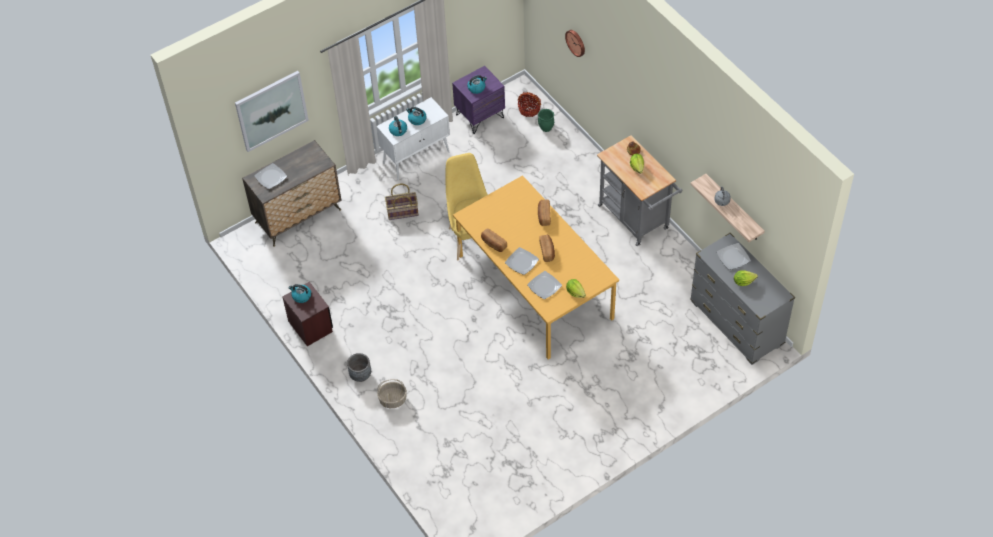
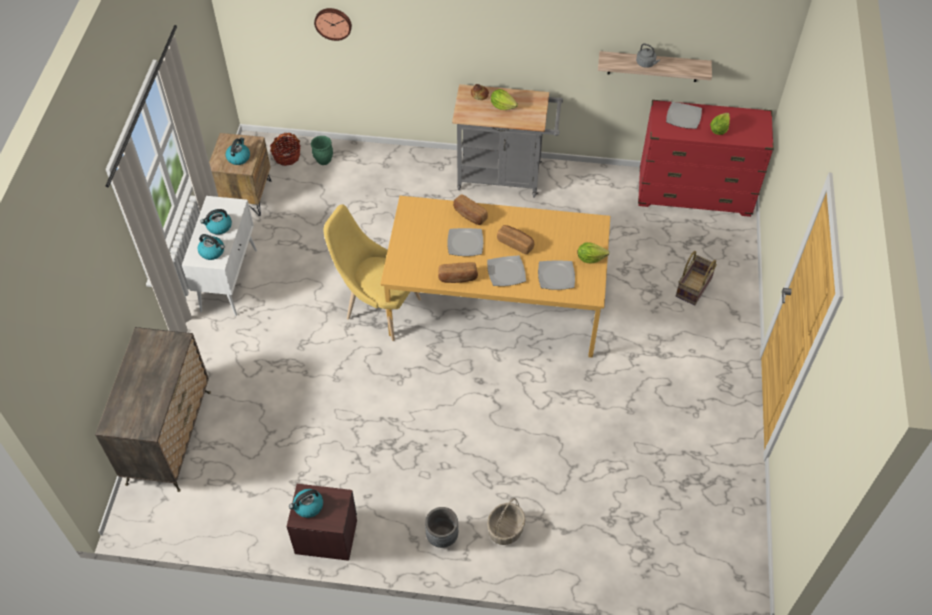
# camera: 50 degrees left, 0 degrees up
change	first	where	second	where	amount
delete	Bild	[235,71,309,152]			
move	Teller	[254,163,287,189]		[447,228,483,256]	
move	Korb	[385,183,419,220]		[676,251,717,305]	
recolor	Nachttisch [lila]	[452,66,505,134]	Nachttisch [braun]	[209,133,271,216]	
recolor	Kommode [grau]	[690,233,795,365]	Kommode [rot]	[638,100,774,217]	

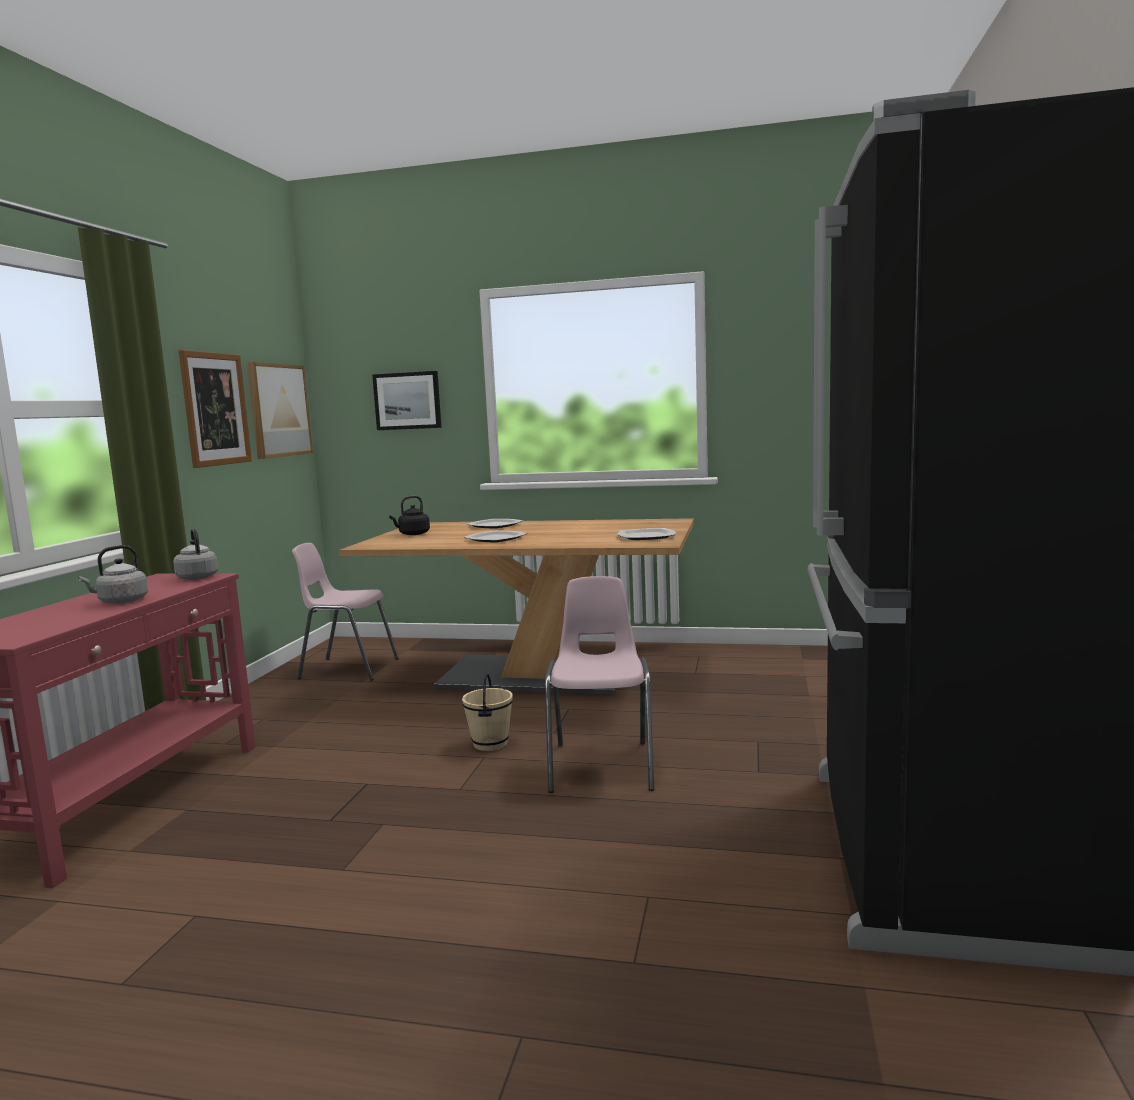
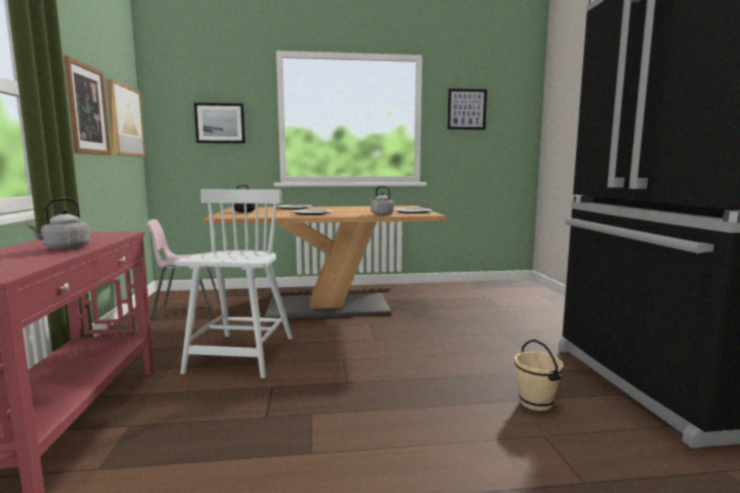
# camera: 20 degrees left, 0 degrees up
change	first	where	second	where	amount
delete	Stuhl [rosa]	[545,576,654,793]			
insert			Stuhl [weiß]	[174,189,293,378]	
insert			Bild	[447,89,487,130]	
move	Wasserkessel [grau]	[173,528,218,580]		[369,186,394,215]	
move	Eimer [beige]	[462,673,513,751]		[515,340,564,411]	

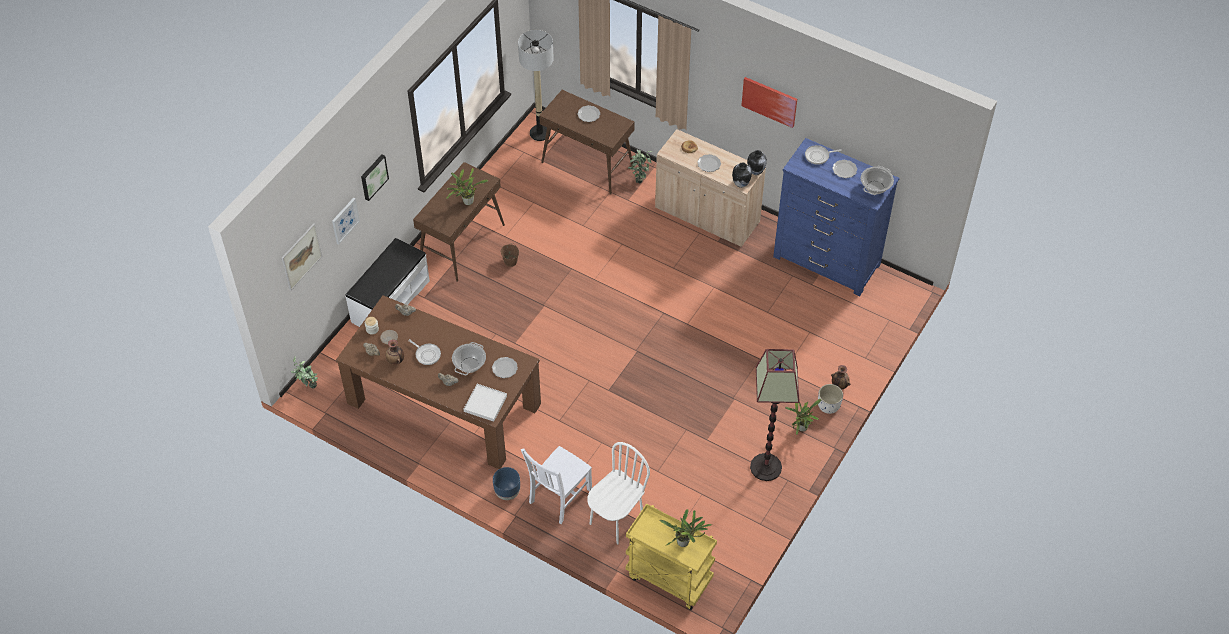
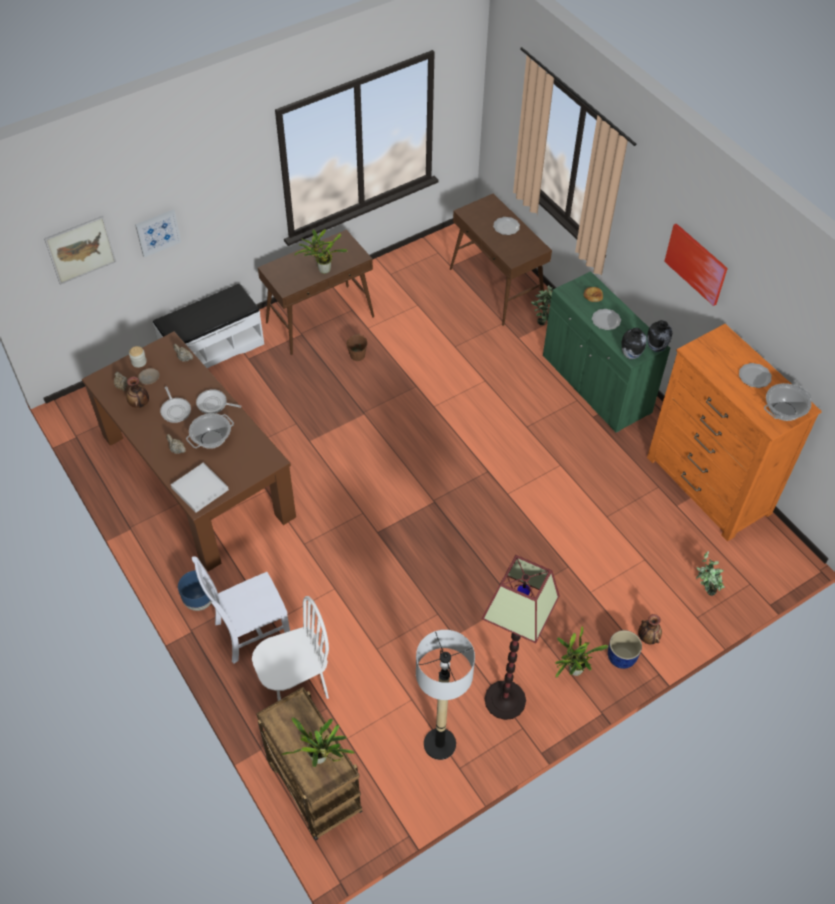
# camera: 25 degrees right, 0 degrees up
change	first	where	second	where	amount
delete	Bild	[361,155,389,201]			
delete	Teller	[492,357,518,378]			
move	Topfpflanze	[291,356,318,389]		[696,551,725,596]	
move	Stehlampe	[518,30,554,141]		[416,630,475,760]	
move	Pfanne	[805,145,842,165]		[196,389,241,414]	
recolor	Rollwagen [gelb]	[626,504,717,610]	Rollwagen [braun]	[256,687,362,840]	
recolor	Schrank [beige]	[655,129,766,247]	Schrank [grün]	[543,271,671,432]	
recolor	Kommode [blau]	[773,138,900,296]	Kommode [orange]	[647,324,822,542]	
recolor	Pflanzkübel [weiß]	[818,384,843,414]	Pflanzkübel [blau]	[608,630,642,669]	

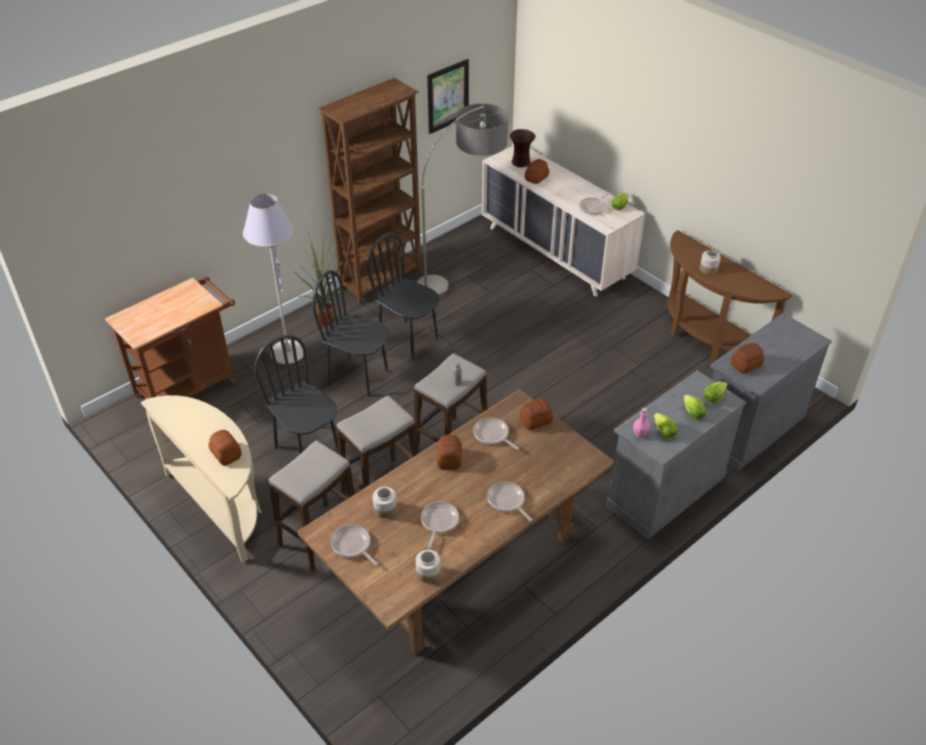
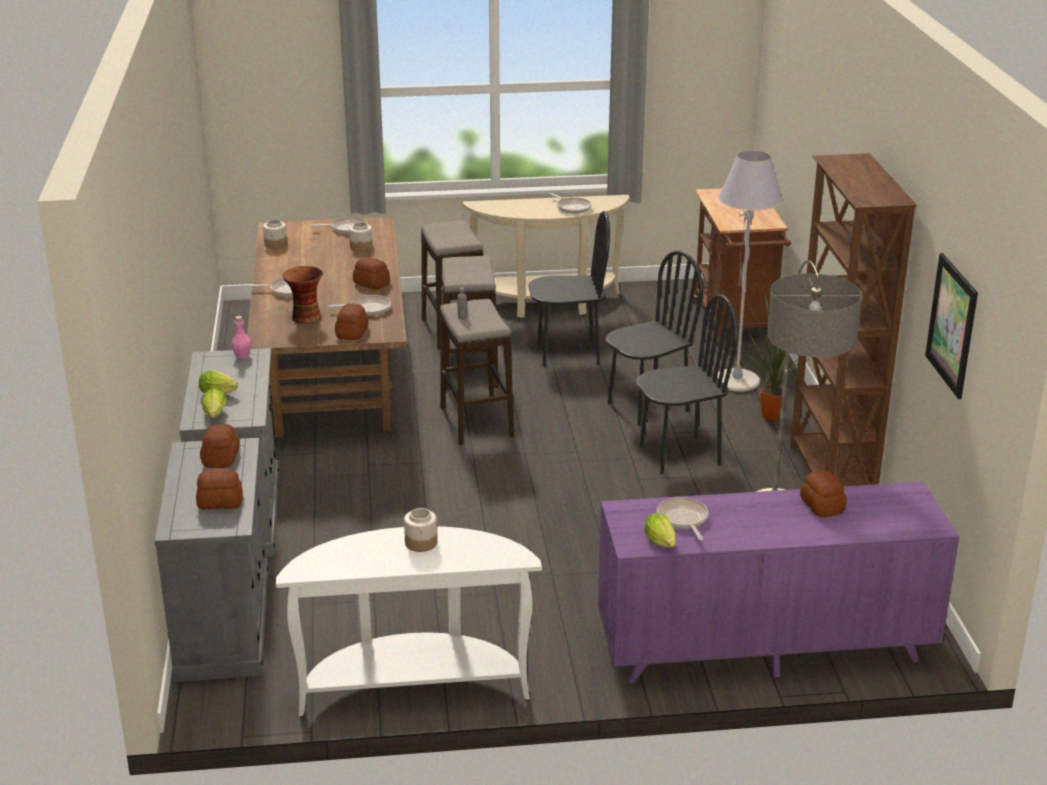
# camera: 125 degrees right, 15 degrees down
change	first	where	second	where	amount
delete	Salatkopf	[654,413,677,438]			
move	Brot	[208,430,242,465]		[196,469,243,510]	
move	Pfanne	[421,502,459,548]		[549,193,592,214]	
move	Vase	[510,129,535,167]		[283,266,323,324]	
recolor	Kommode [beige]	[482,146,645,297]	Kommode [lila]	[598,482,960,683]	
recolor	Konsolentisch [braun]	[667,230,793,362]	Konsolentisch [weiß]	[276,526,542,716]	

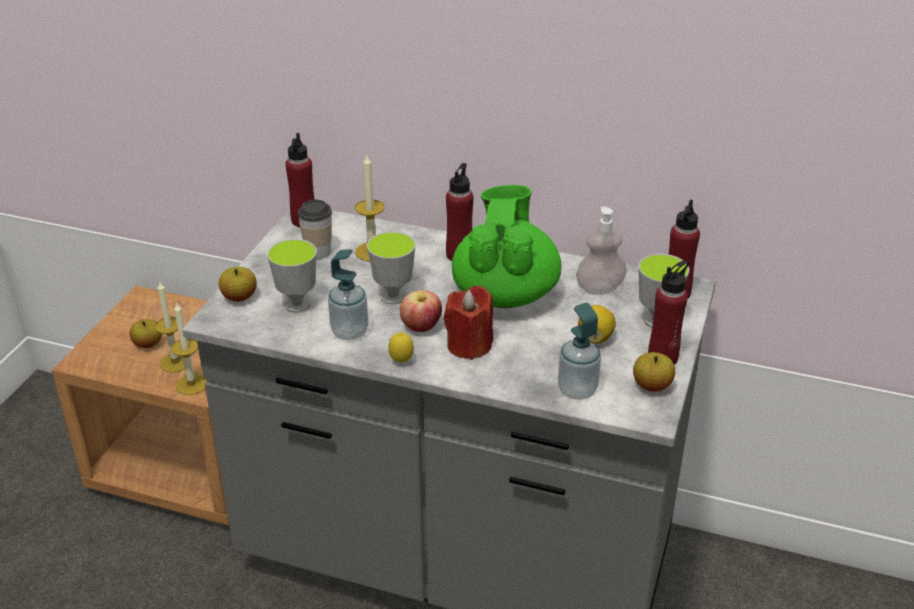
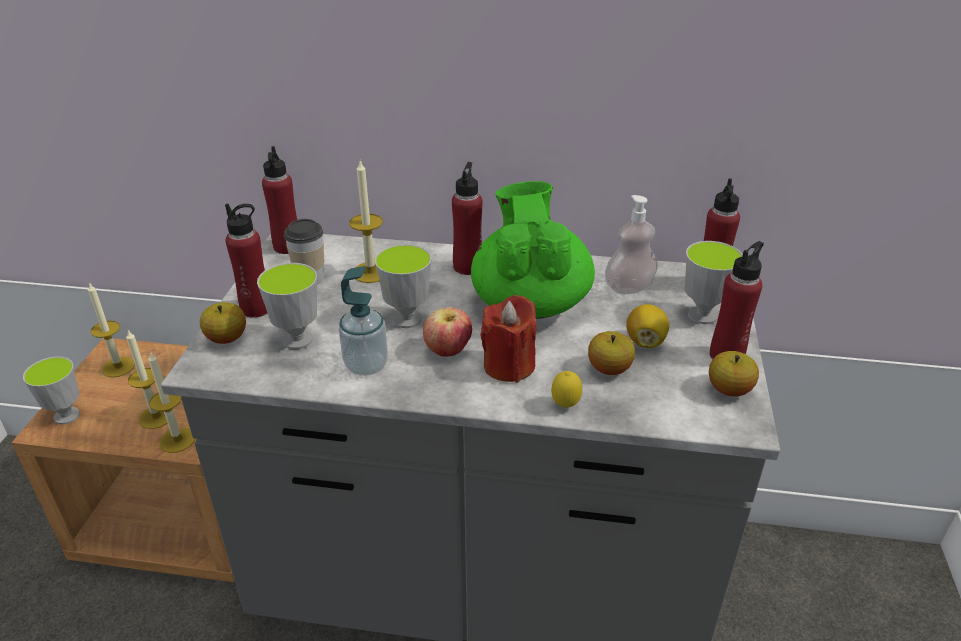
# camera: 10 degrees left, 0 degrees up
change	first	where	second	where	amount
delete	Seifenspender	[558,303,601,400]			
insert			Tasse	[23,356,80,424]	
insert			Kerze	[88,283,135,377]	
insert			Flasche [rot]	[225,204,268,318]	
move	Apfel	[130,319,162,348]		[588,331,635,375]	
move	Zitrone	[388,332,414,363]		[551,371,582,408]	

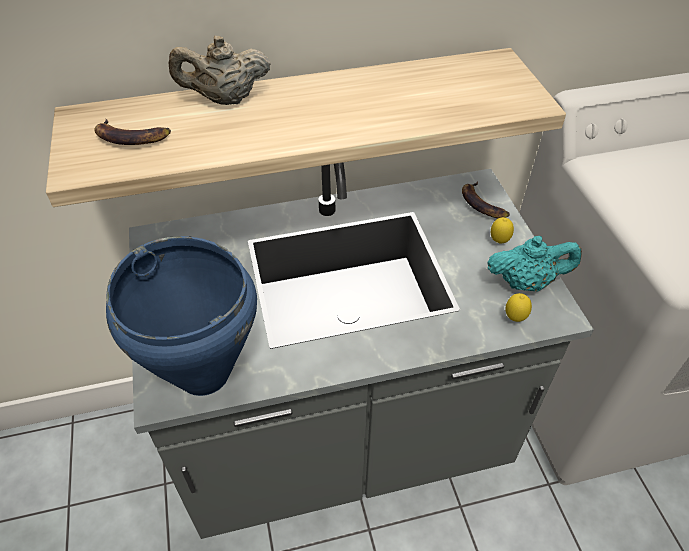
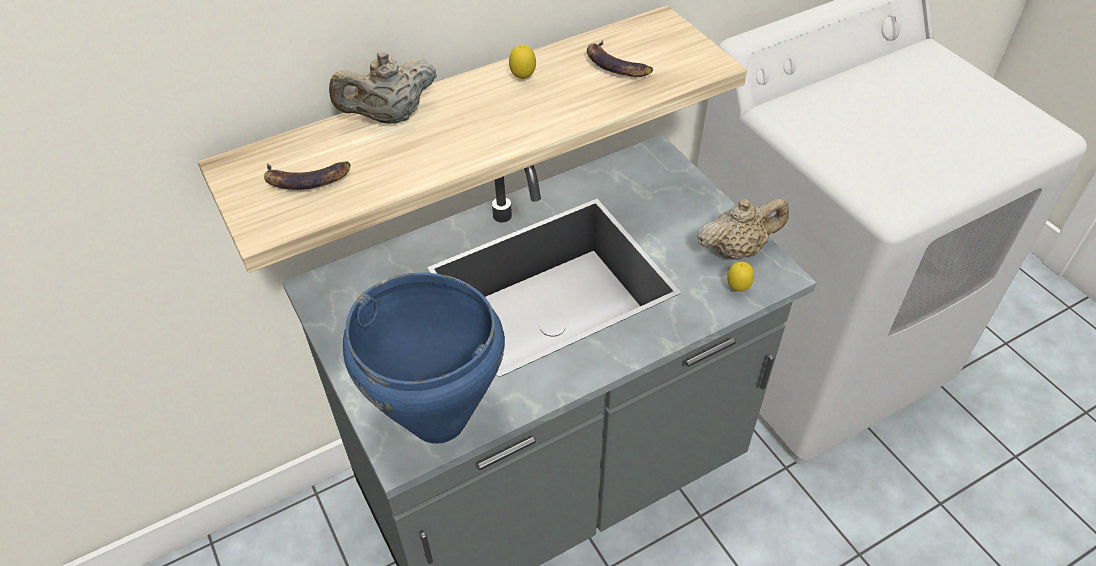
# camera: 15 degrees left, 0 degrees up
change	first	where	second	where	amount
move	Banane	[462,181,510,218]		[587,40,653,77]	
move	Zitrone	[491,217,514,243]		[509,45,536,79]	
recolor	Teekanne [türkis]	[487,236,582,291]	Teekanne [beige]	[697,198,789,259]	

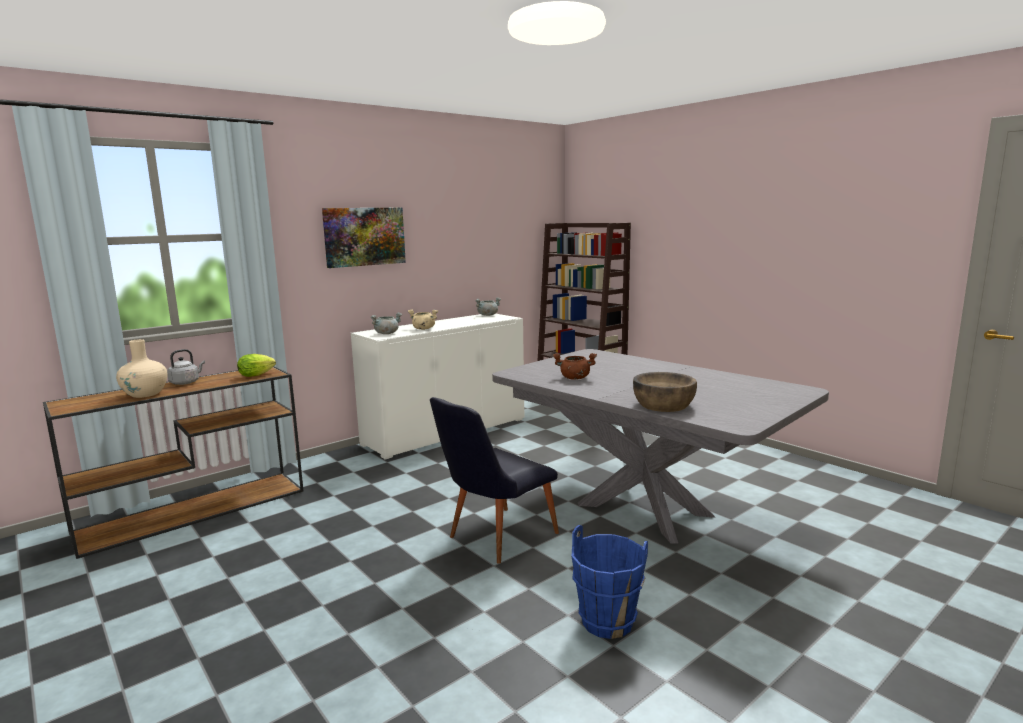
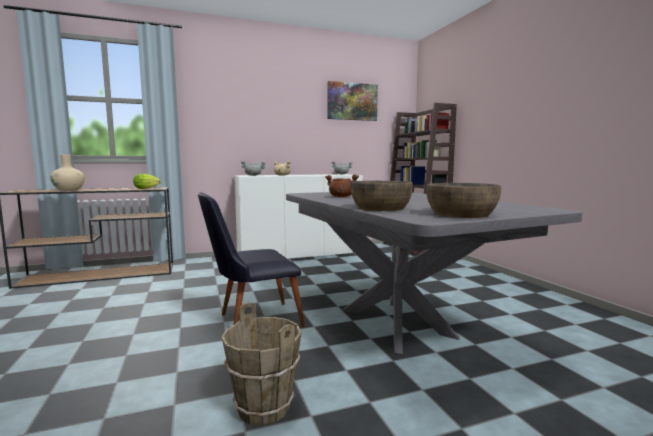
# camera: 20 degrees right, 5 degrees down
change	first	where	second	where	amount
delete	Wasserkessel [grau]	[167,349,205,385]			
insert			Schüssel [braun]	[426,183,501,218]	
move	Bild	[322,208,406,268]		[327,81,378,121]	
recolor	Eimer [blau]	[571,525,648,639]	Eimer [braun]	[222,302,301,425]	

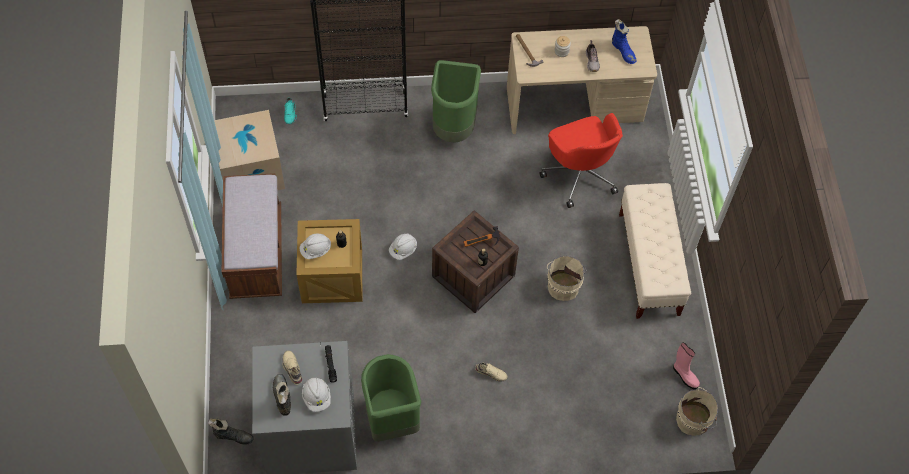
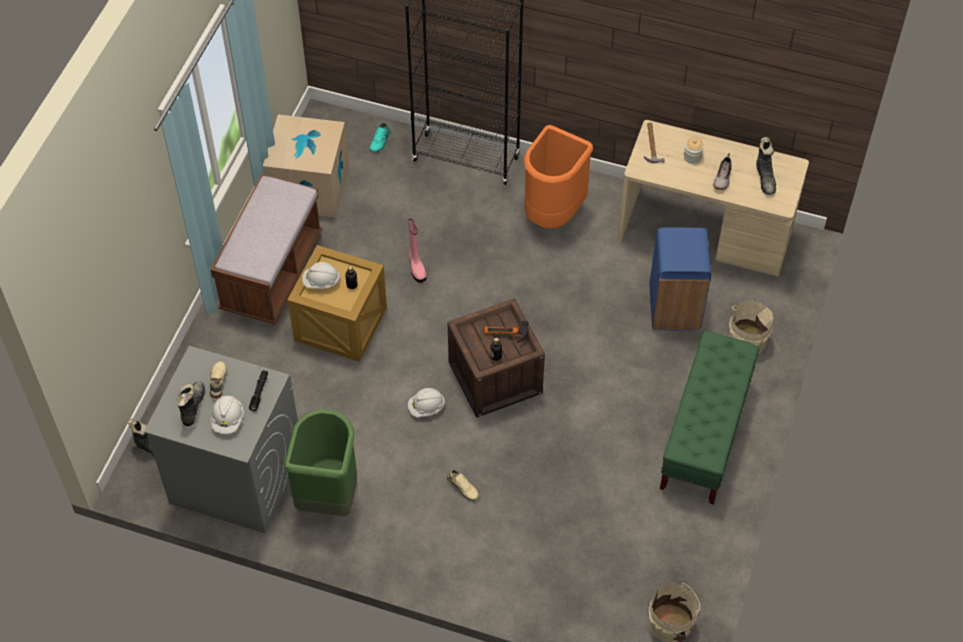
# camera: 25 degrees right, 5 degrees down
change	first	where	second	where	amount
move	Schutzhelm [weiß]	[389,234,417,260]		[408,388,445,417]	
move	Eimer [beige]	[547,256,587,301]		[729,300,777,354]	
move	Stiefel [rosa]	[673,342,700,389]		[408,219,426,283]	
replace	Bürostuhl [rot]	[540,113,623,208]	Mülleimer [blau]	[649,227,711,331]	
recolor	Mülleimer [grün]	[431,60,481,143]	Mülleimer [orange]	[524,125,593,228]	
recolor	Stiefel [blau]	[612,19,637,64]	Stiefel [schwarz]	[756,137,776,195]	
recolor	Bank [beige]	[619,183,691,319]	Bank [grün]	[660,331,760,505]	

